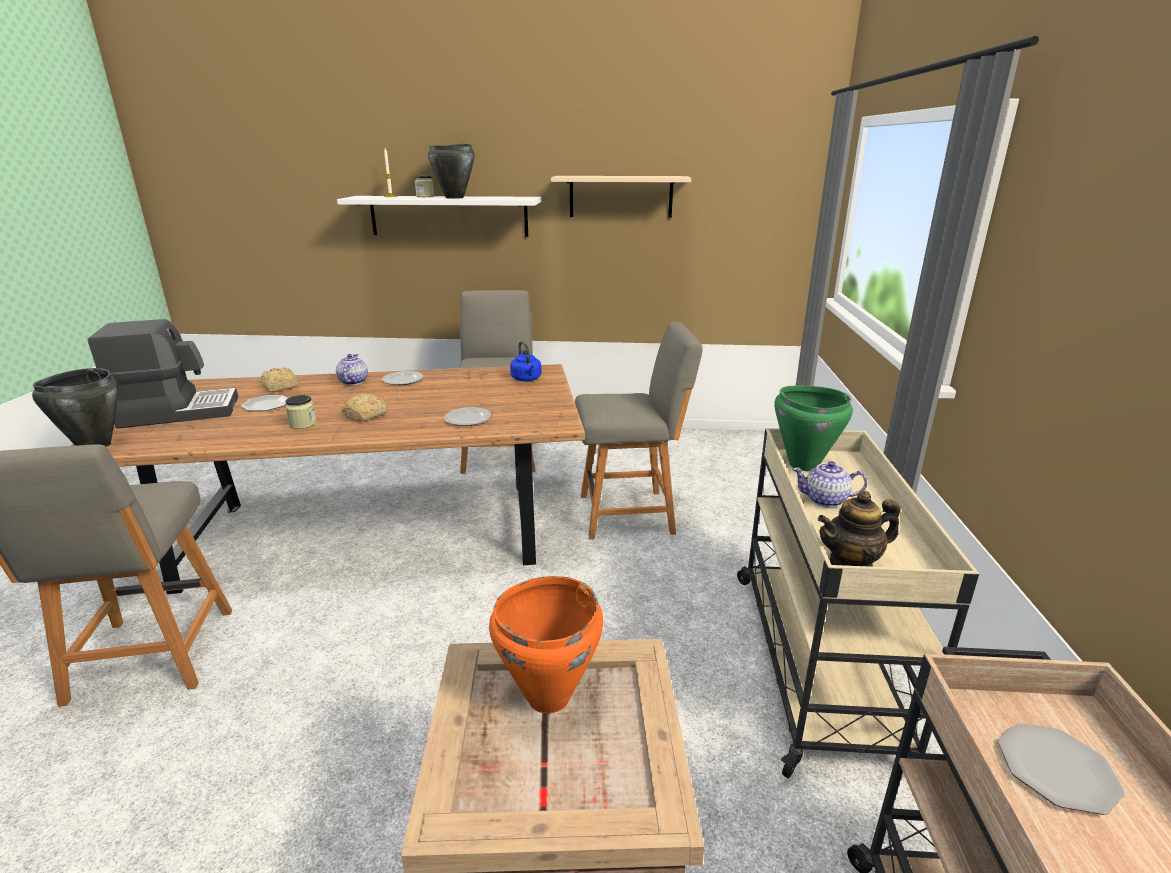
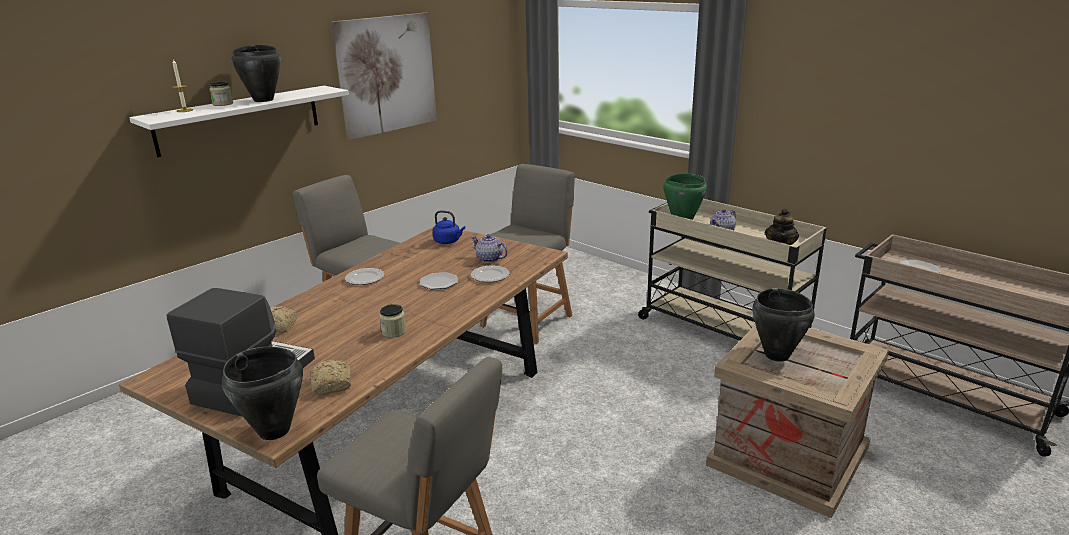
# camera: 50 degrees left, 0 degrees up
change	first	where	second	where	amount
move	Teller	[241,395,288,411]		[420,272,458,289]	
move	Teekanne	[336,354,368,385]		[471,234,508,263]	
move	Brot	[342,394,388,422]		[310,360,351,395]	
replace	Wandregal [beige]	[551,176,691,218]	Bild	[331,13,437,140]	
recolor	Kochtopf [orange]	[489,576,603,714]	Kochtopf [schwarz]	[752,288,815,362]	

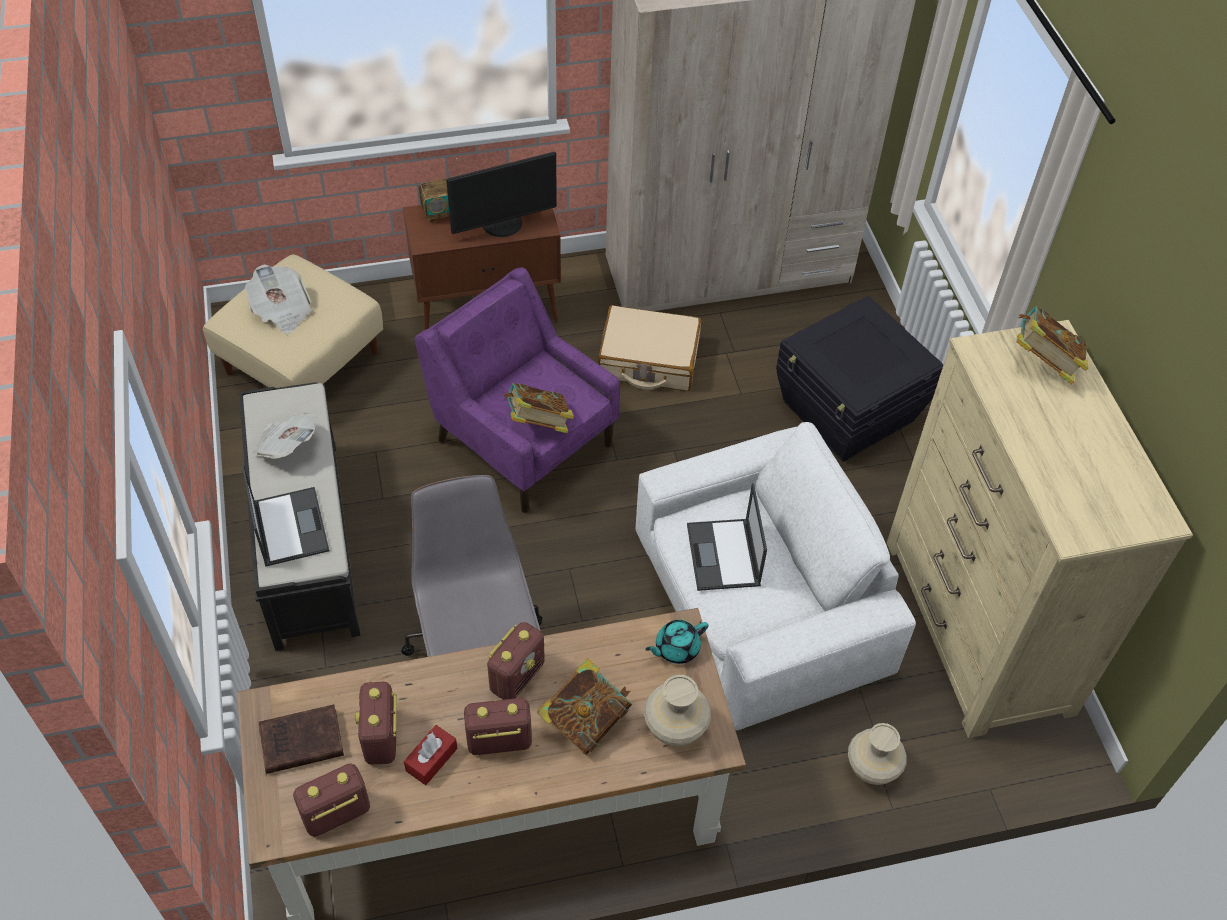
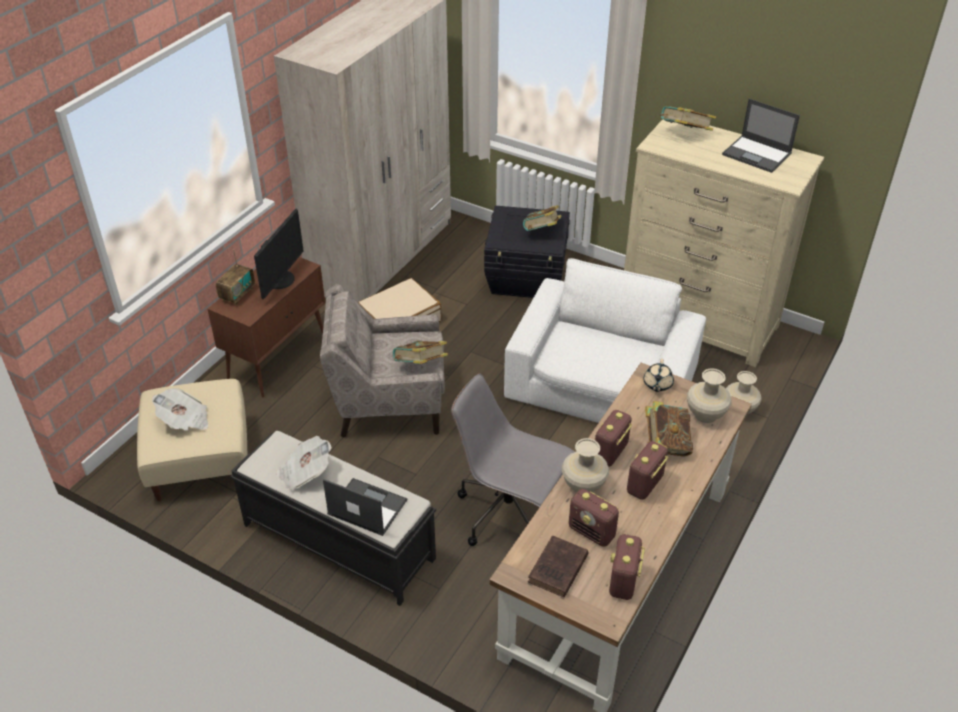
# camera: 45 degrees left, 10 degrees down
change	first	where	second	where	amount
delete	Taschentuchbox [rot]	[404,725,458,785]			
insert			Buch	[523,205,562,231]	
insert			Vase [beige]	[562,438,609,493]	
move	Laptop	[687,483,767,591]		[722,99,800,173]	
recolor	Sessel [lila]	[414,268,620,513]	Sessel [beige]	[320,284,445,437]	
recolor	Teekanne [türkis]	[645,620,709,664]	Teekanne [beige]	[644,359,674,392]	
rotate	Radio	[487,622,545,700]		[595,410,632,467]	135 degrees counterclockwise

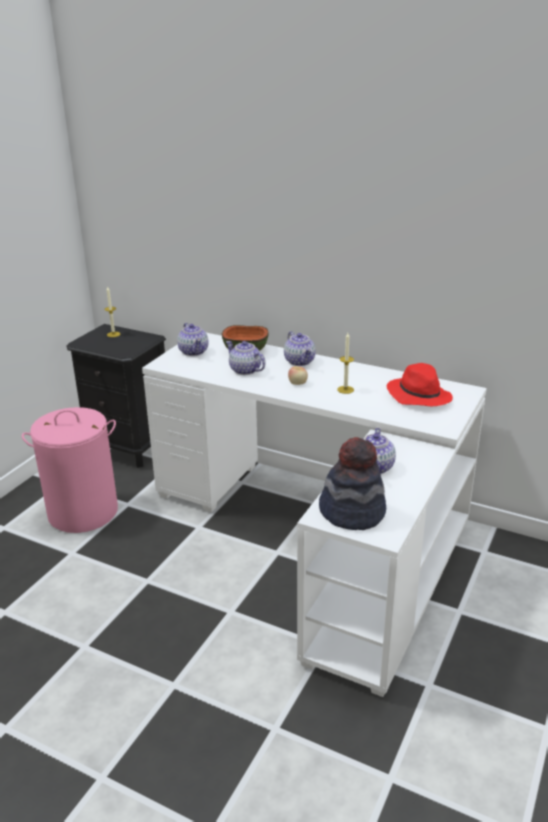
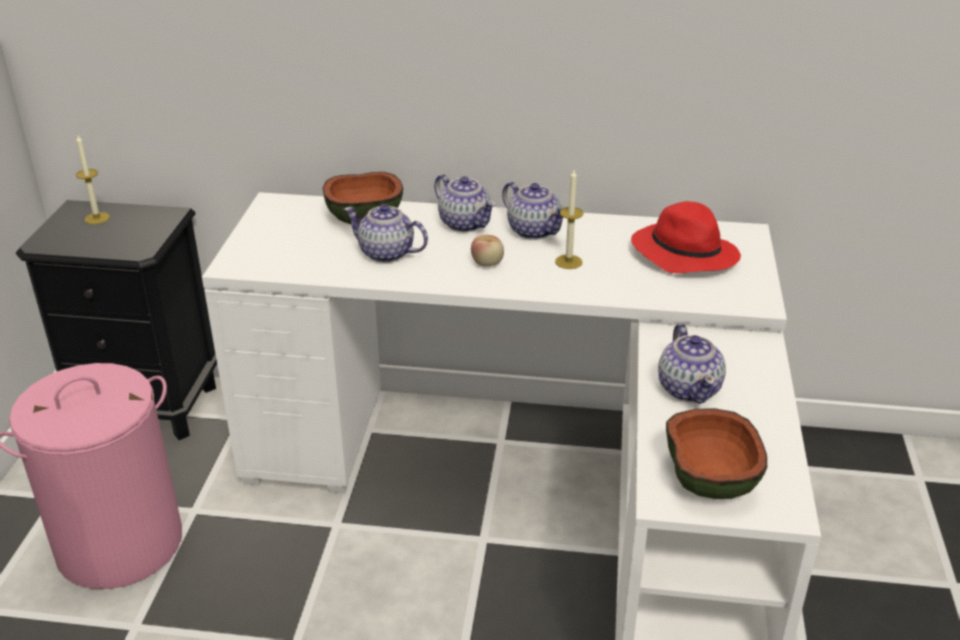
# camera: 20 degrees left, 5 degrees up
change	first	where	second	where	amount
move	Teekanne	[177,323,209,356]		[502,182,566,240]	
replace	Hut	[319,437,386,530]	Schüssel	[666,408,767,499]	

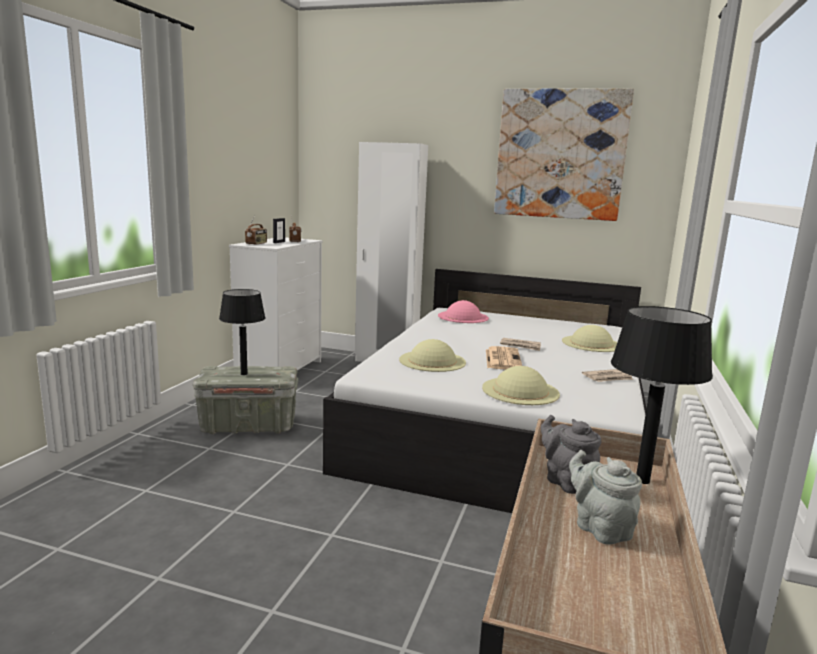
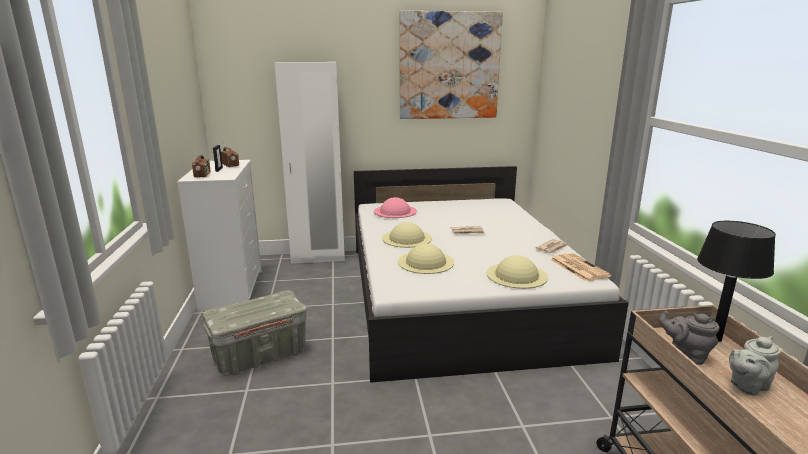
# camera: 25 degrees left, 5 degrees up
change	first	where	second	where	amount
delete	Tischlampe [schwarz]	[219,289,265,375]			
move	Zeitung	[486,346,522,369]		[550,253,611,281]	
move	Hut [beige]	[562,325,617,352]		[382,222,432,248]	
rotate	Teekanne [grau]	[569,450,642,545]		[729,336,781,395]	60 degrees counterclockwise

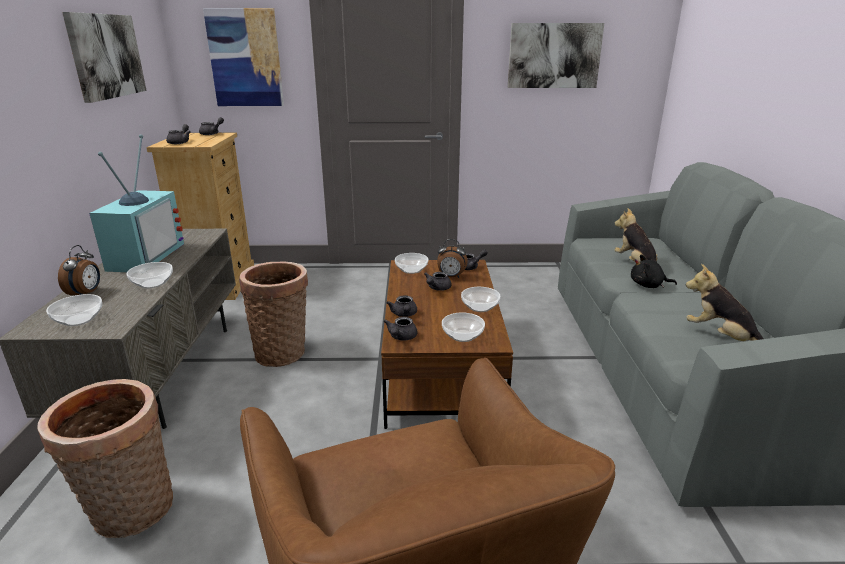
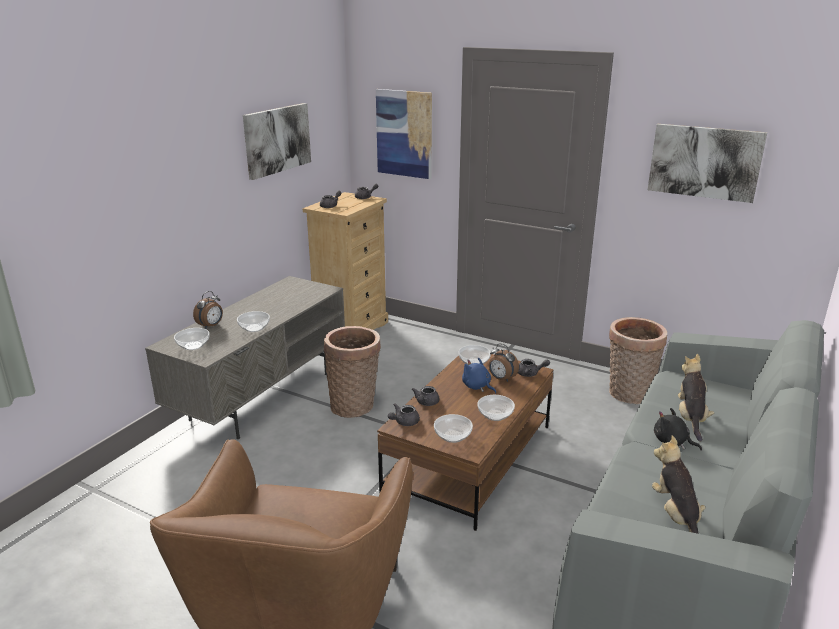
# camera: 30 degrees right, 0 degrees up
change	first	where	second	where	amount
delete	Fernseher	[89,134,184,272]			
move	Korb	[38,379,173,538]		[609,317,667,404]	
replace	Teekanne [grau]	[424,272,451,291]	Plüschtier [blau]	[462,358,496,394]	

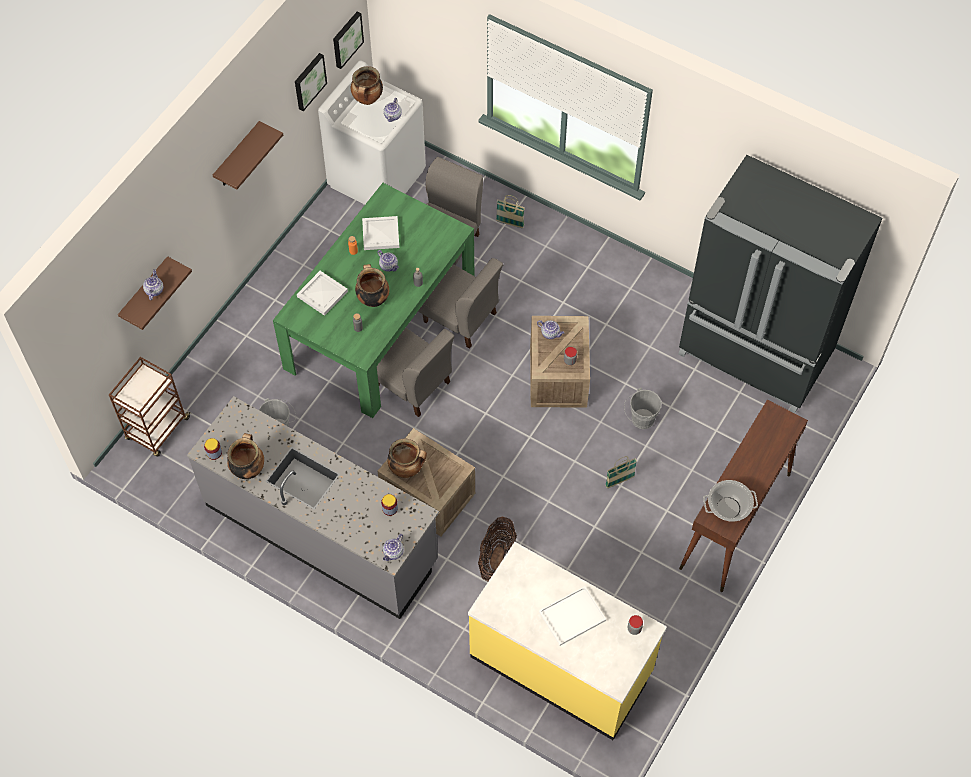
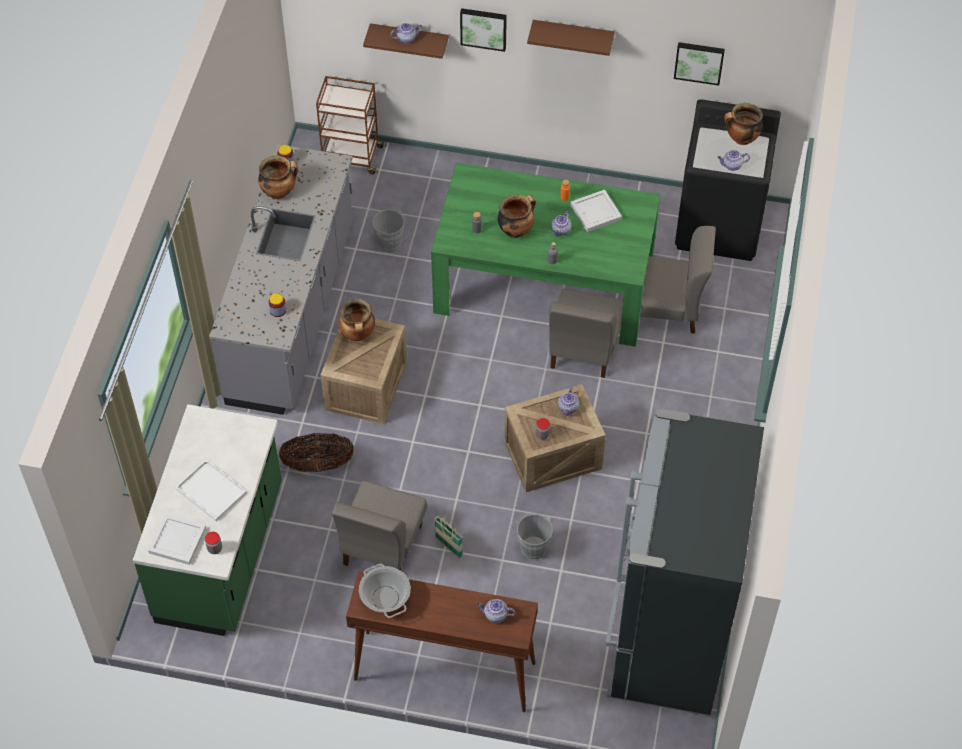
# camera: 70 degrees right, 5 degrees down
change	first	where	second	where	amount
delete	Korb	[496,195,525,228]			
move	Tablett [weiß]	[297,271,348,316]		[148,514,206,565]	
move	Bild	[333,12,364,69]		[460,8,507,52]	
move	Stuhl [grau]	[377,328,454,417]		[332,481,427,571]	
move	Teekanne	[383,534,404,561]		[477,599,515,623]	
recolor	Waschmaschine [weiß]	[318,60,426,205]	Waschmaschine [schwarz]	[675,99,781,261]	
recolor	Küchenzeile [gelb]	[468,542,667,740]	Küchenzeile [grün]	[133,404,282,636]	

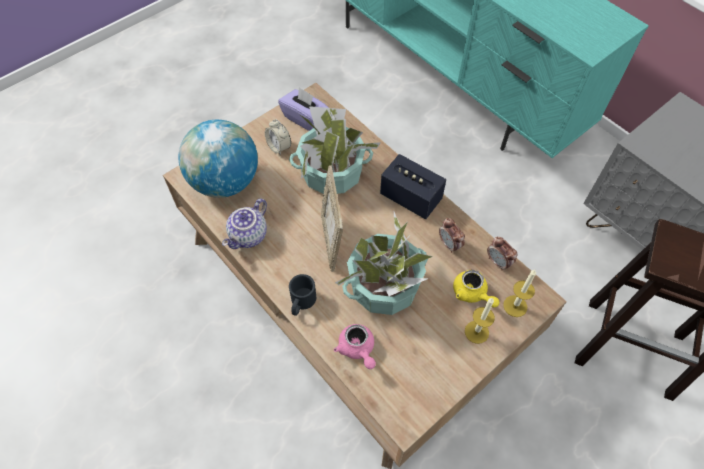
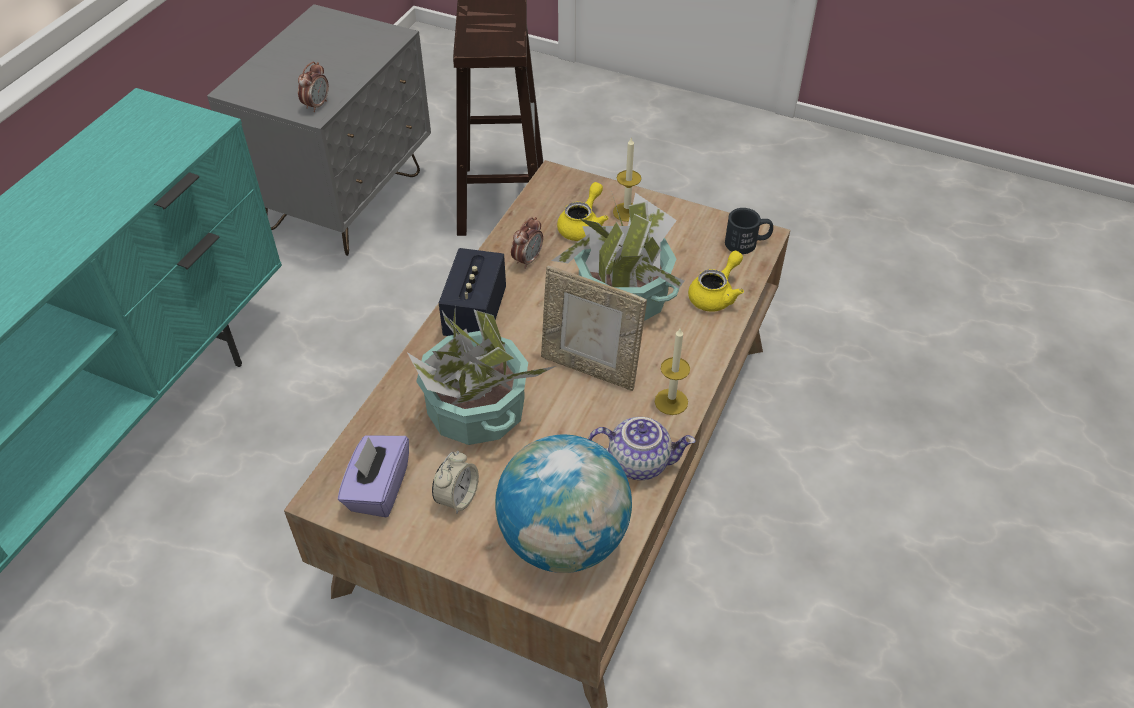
# camera: 115 degrees left, 10 degrees down
change	first	where	second	where	amount
move	Henkelbecher [schwarz]	[289,274,316,316]		[725,208,773,254]	
move	Wecker	[487,237,517,271]		[298,62,329,112]	
move	Kerze	[503,270,536,317]		[655,329,690,415]	
recolor	Teekanne [rosa]	[334,324,376,369]	Teekanne [gelb]	[688,251,744,312]	
rotate	Bilderrahmen	[321,165,343,272]		[541,265,647,391]	60 degrees clockwise

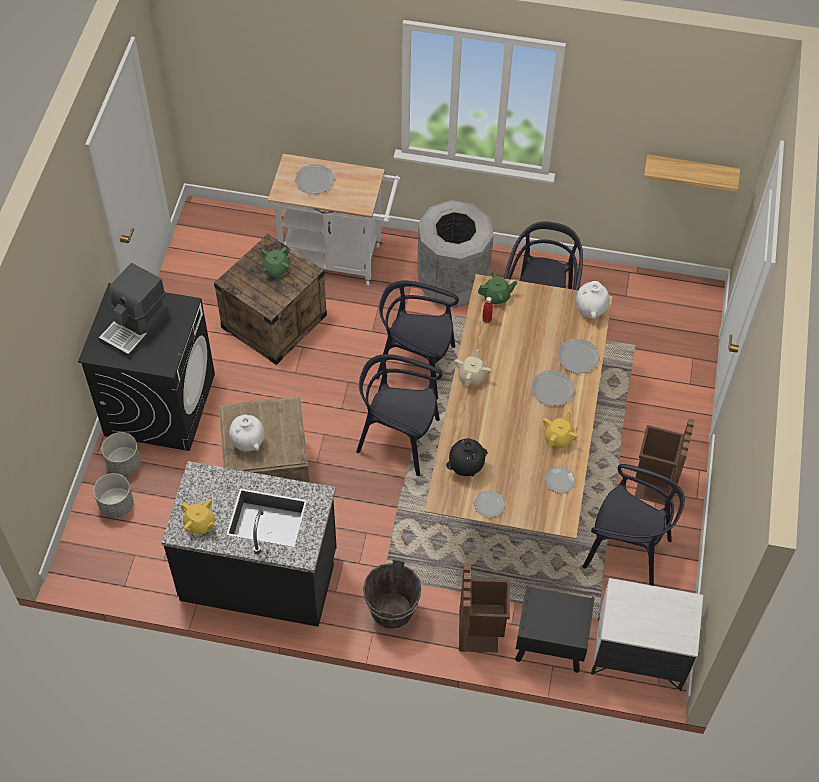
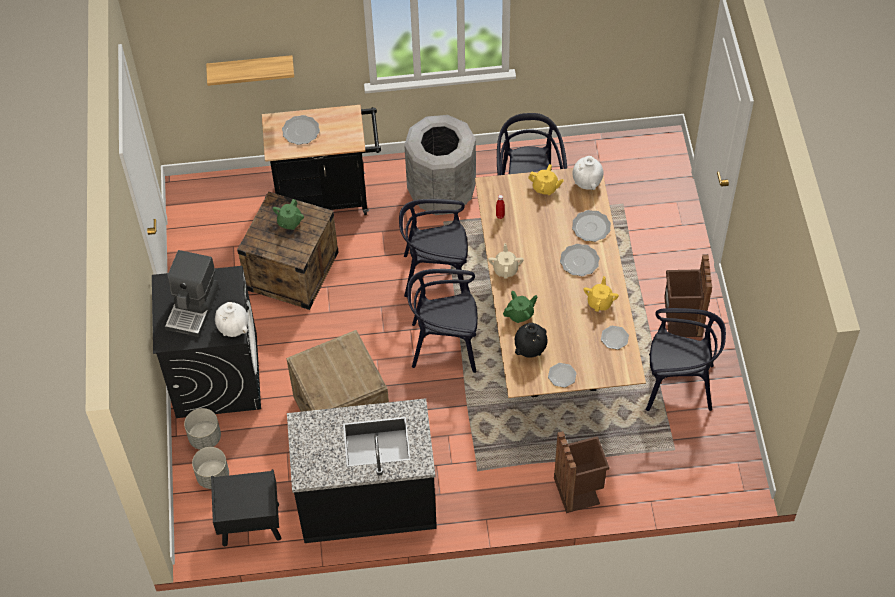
# camera: 15 degrees left, 0 degrees up
change	first	where	second	where	amount
delete	Eimer [braun]	[363,559,422,630]			
delete	Nachttisch [weiß]	[591,578,703,691]			
move	Teekanne [gelb]	[181,499,216,535]		[528,164,564,195]	
move	Vase [weiß]	[229,415,264,451]		[215,302,248,337]	
move	Teekanne [grün]	[478,271,517,304]		[503,291,538,323]	
move	Nachttisch [schwarz]	[515,585,595,673]		[211,469,281,546]	
move	Wandregal	[644,155,740,192]		[206,55,294,86]	
recolor	Rollwagen [weiß]	[268,154,400,286]	Rollwagen [schwarz]	[262,105,381,215]	

